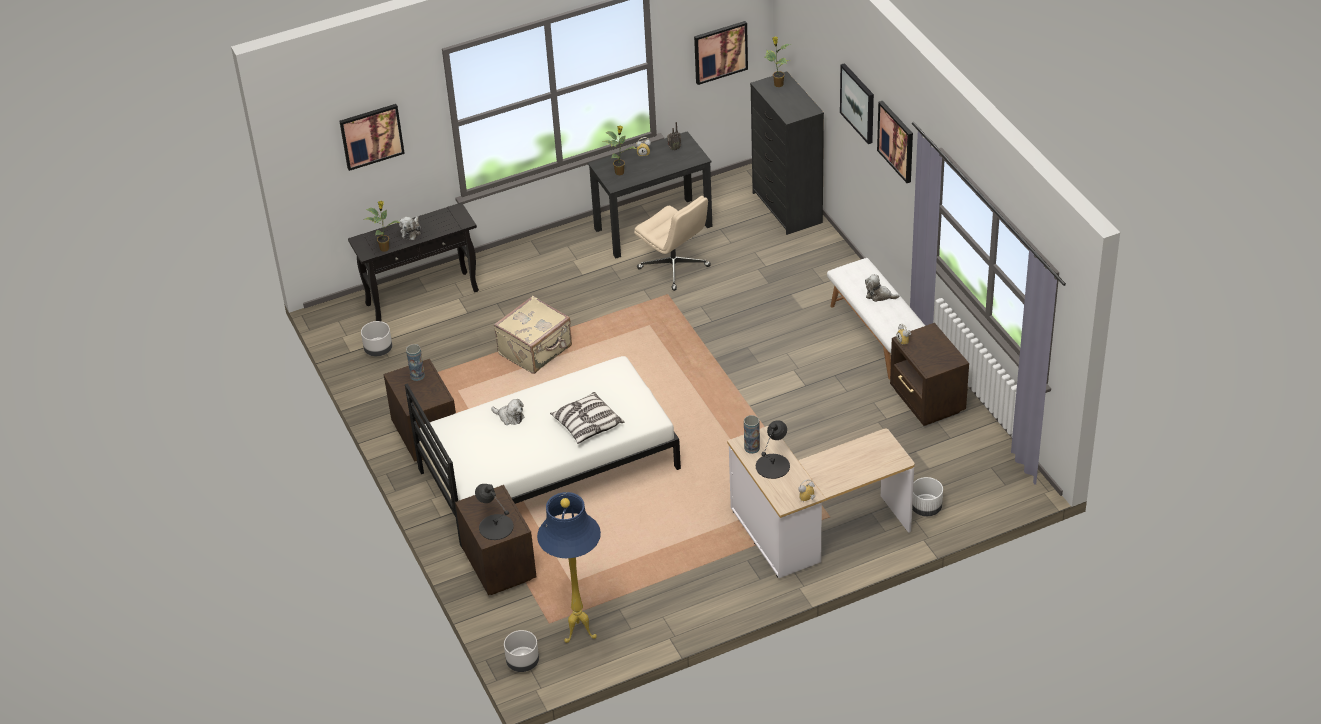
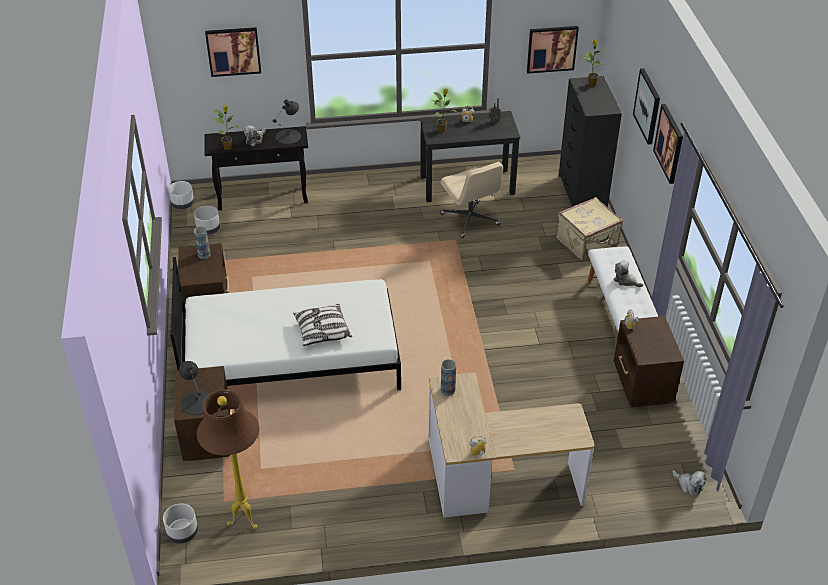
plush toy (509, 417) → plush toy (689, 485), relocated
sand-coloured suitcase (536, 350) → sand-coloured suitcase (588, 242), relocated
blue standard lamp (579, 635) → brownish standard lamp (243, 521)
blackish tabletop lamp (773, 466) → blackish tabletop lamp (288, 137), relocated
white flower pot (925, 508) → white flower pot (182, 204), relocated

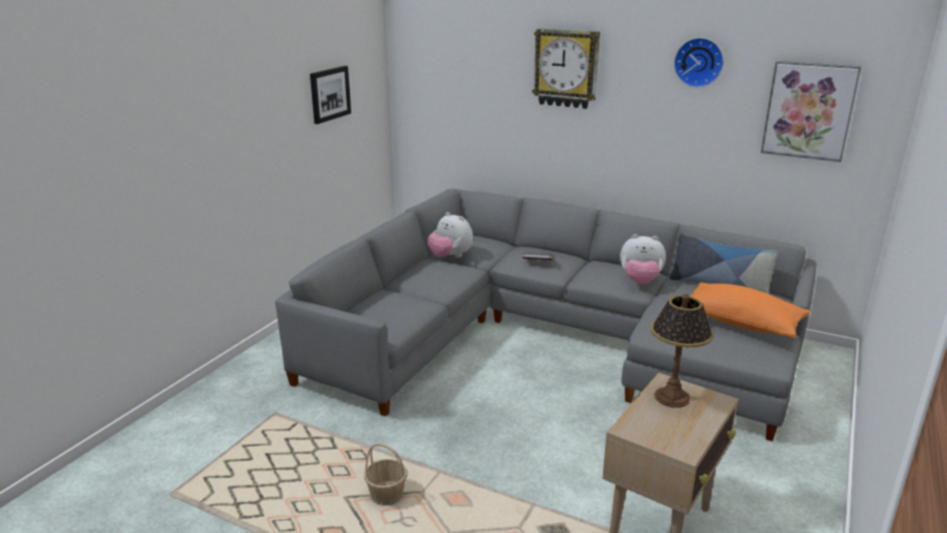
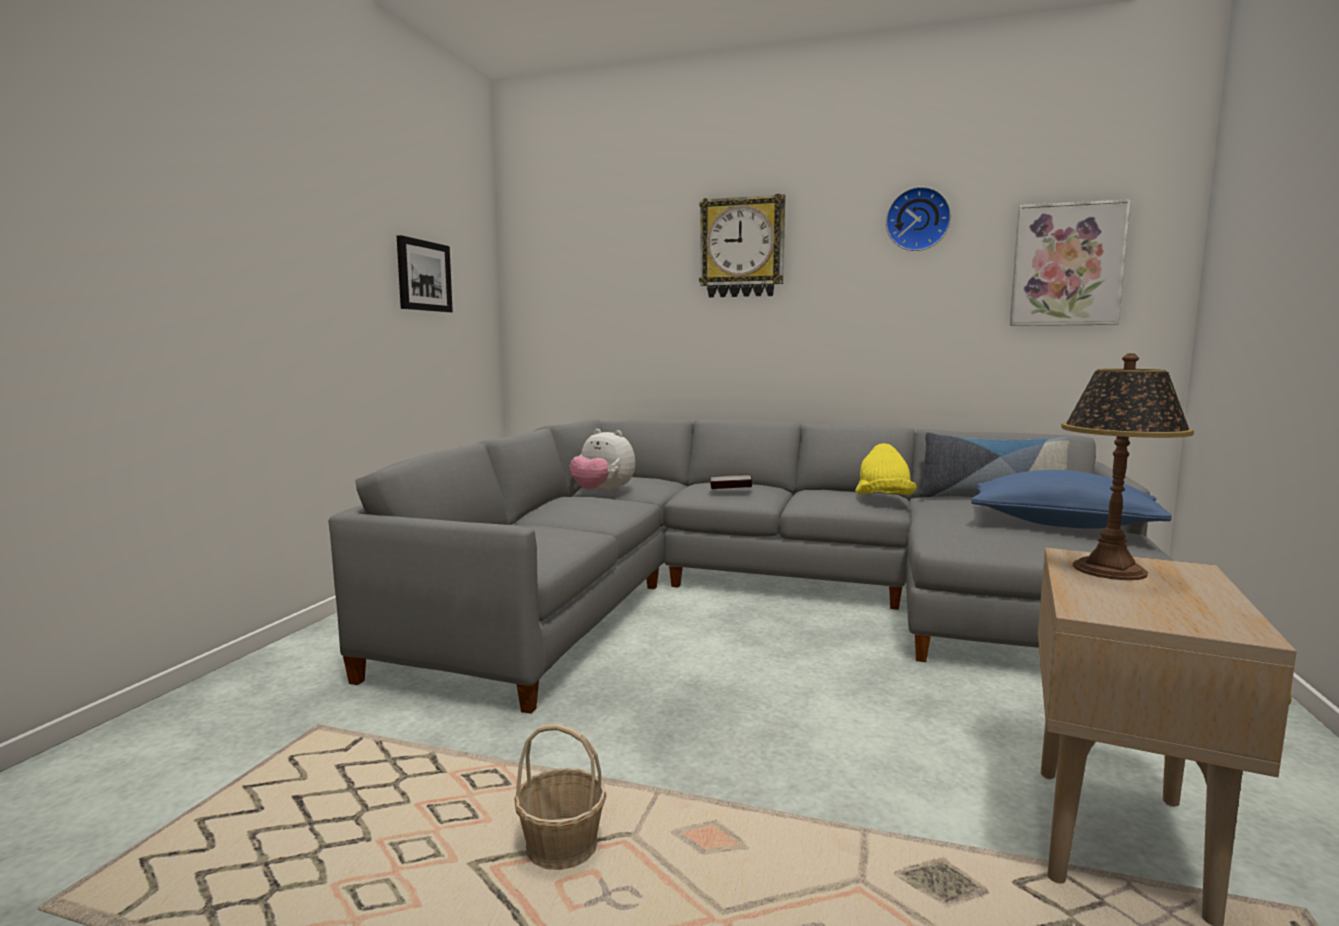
plush toy (640, 281) → yellow wearable hat (883, 500)
orangey throw pillow (741, 323) → blue throw pillow (1062, 524)

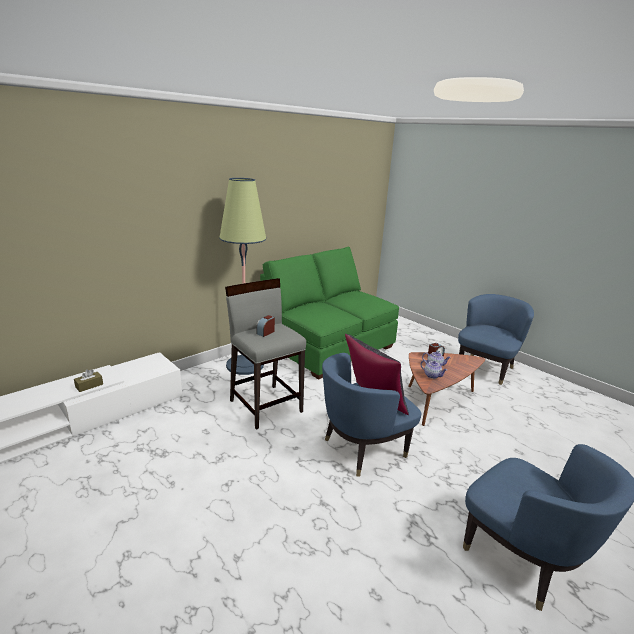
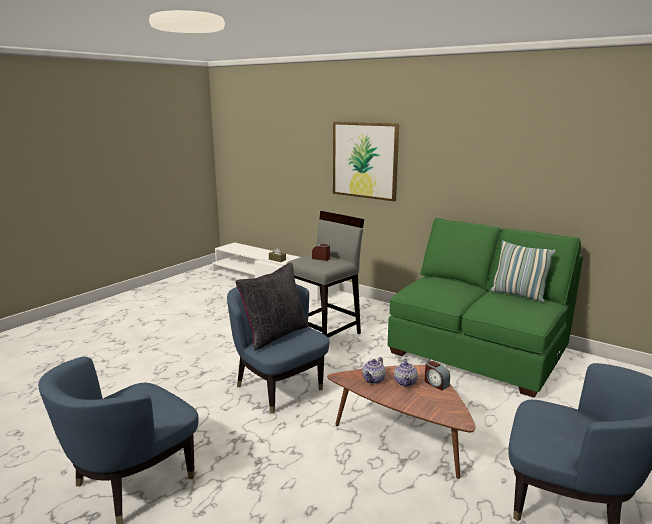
standard lamp (245, 365) → -
- → wall art (365, 160)
- → throw pillow (517, 295)

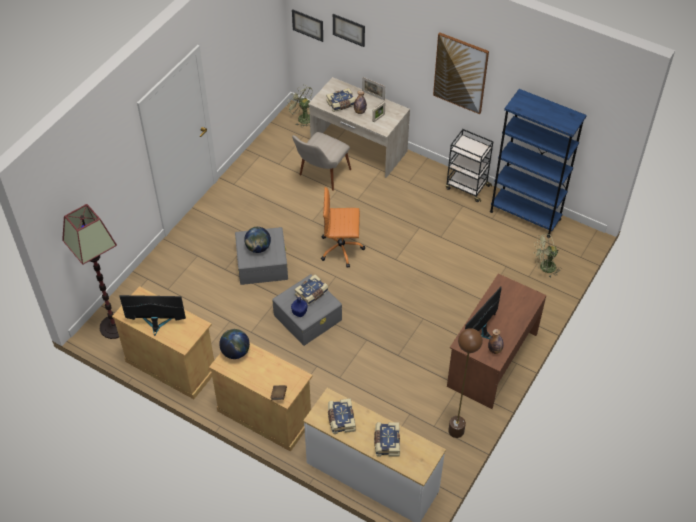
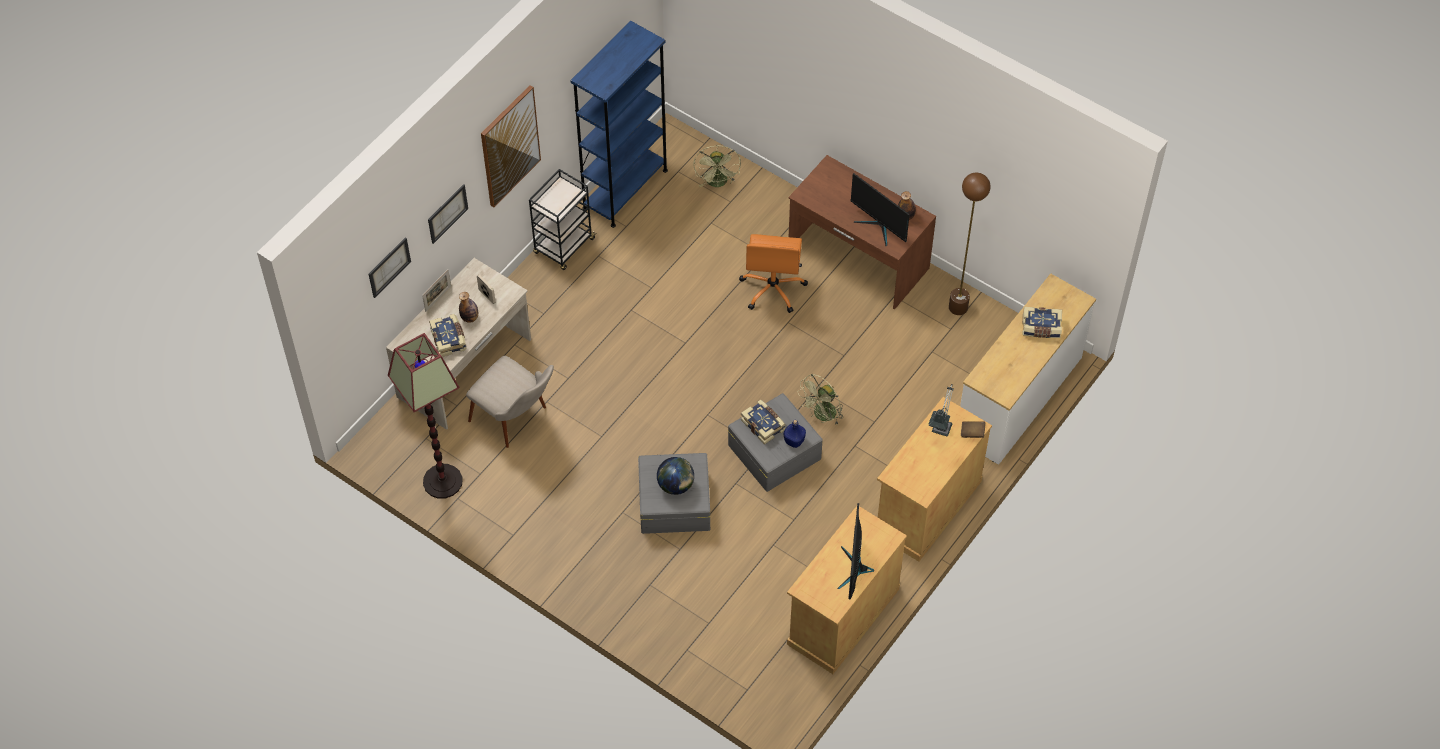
standard lamp (114, 327) → standard lamp (443, 481), relocated
world globe (235, 352) → -
green-coloured electric fan (302, 118) → green-coloured electric fan (822, 416), relocated
wall art (307, 25) → wall art (447, 213), relocated
orangey office chair (342, 249) → orangey office chair (773, 288), relocated
book (340, 419) → -
- → tabletop lamp (940, 432)

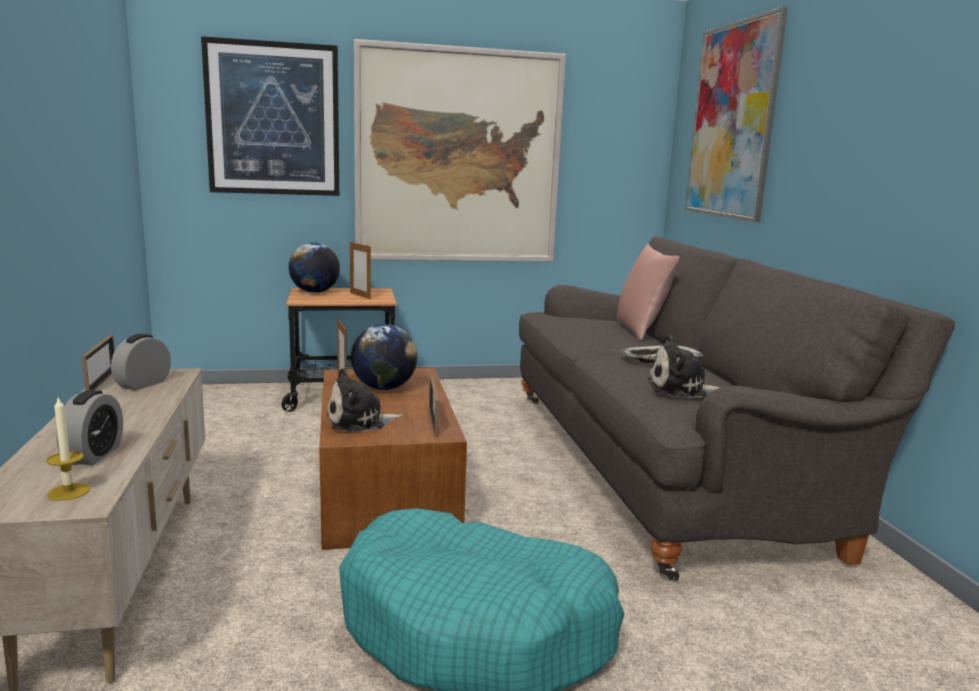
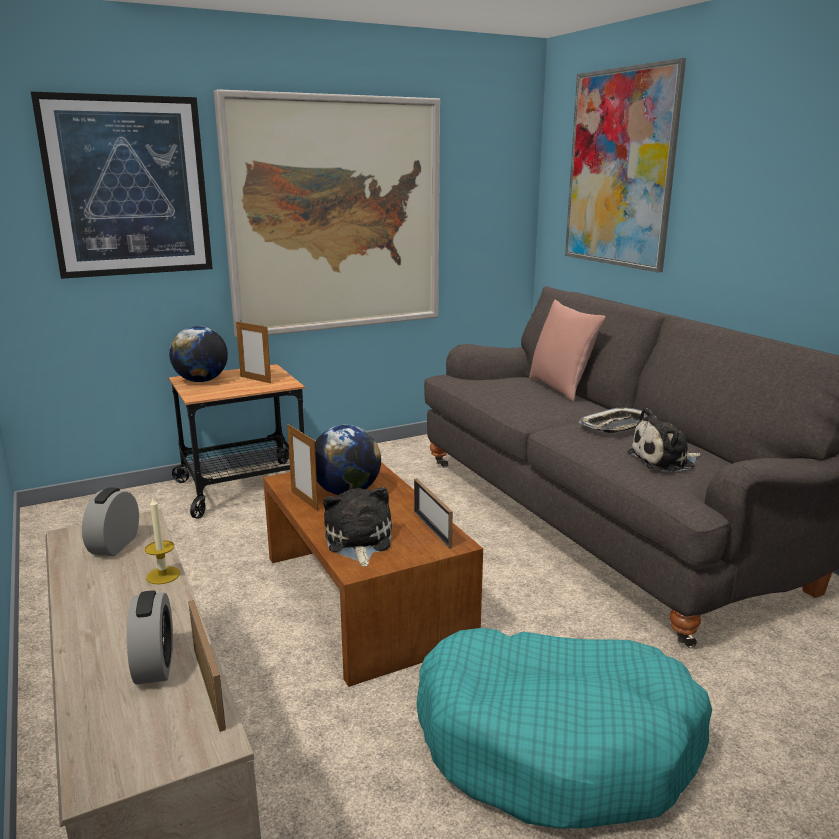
wax light (69, 492) → wax light (163, 575), relocated
photo frame (101, 382) → photo frame (208, 687), relocated
plush toy (359, 421) → plush toy (358, 542), 120 degrees clockwise

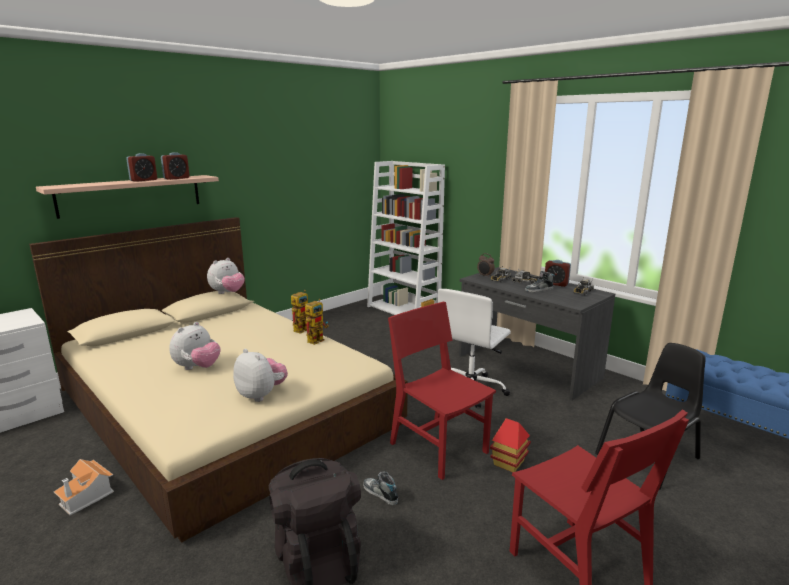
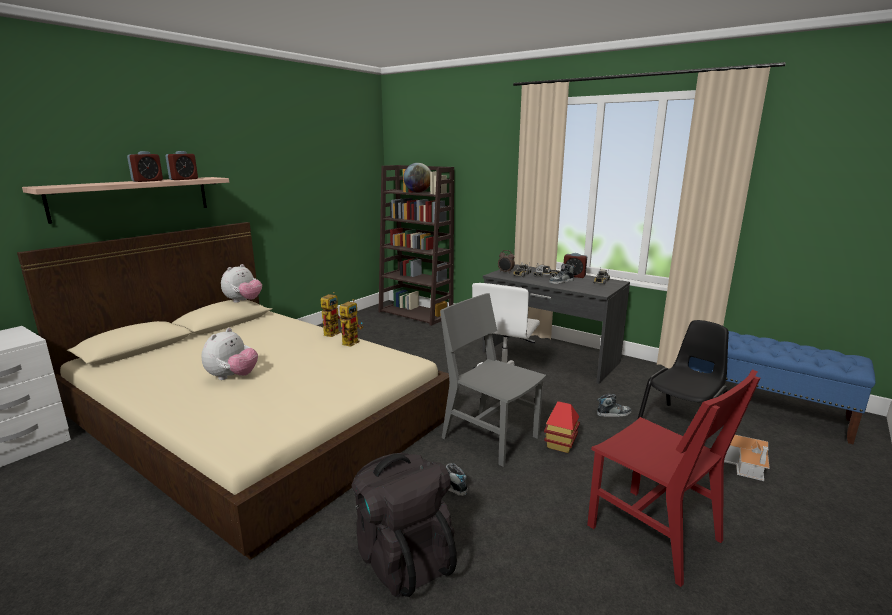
toy house (87, 496) → toy house (745, 465), relocated
plush toy (261, 395) → -
white bookcase (404, 310) → brownish bookcase (416, 314)
red chair (438, 447) → greyish chair (490, 437)
- → world globe (418, 192)
- → shoe (613, 413)

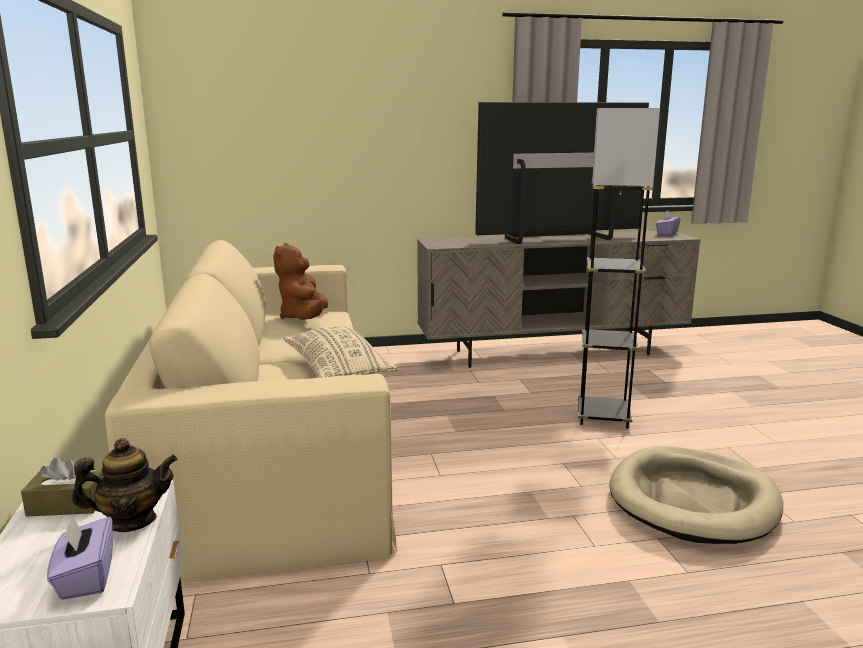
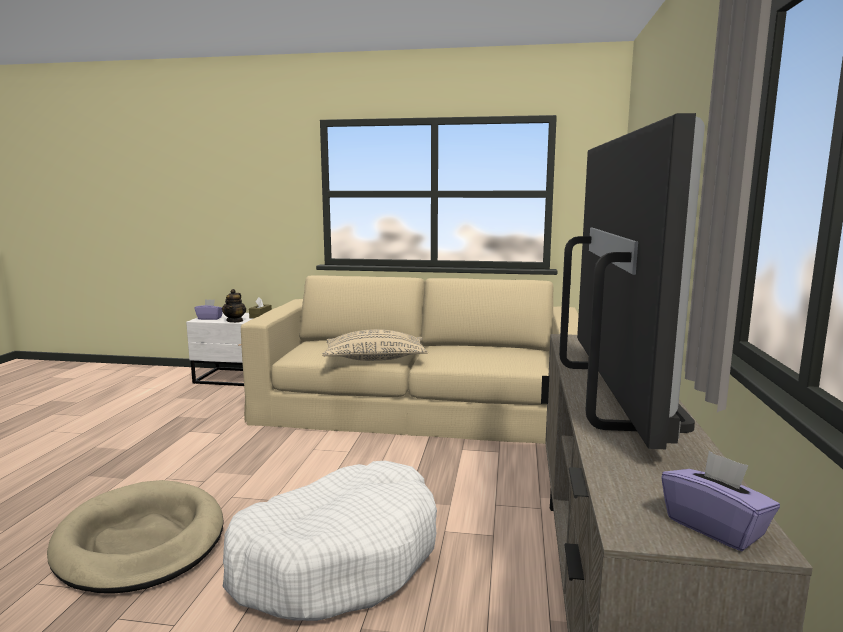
brownish plush toy (304, 318) → -
greyish standard lamp (603, 417) → white pet bed (338, 558)

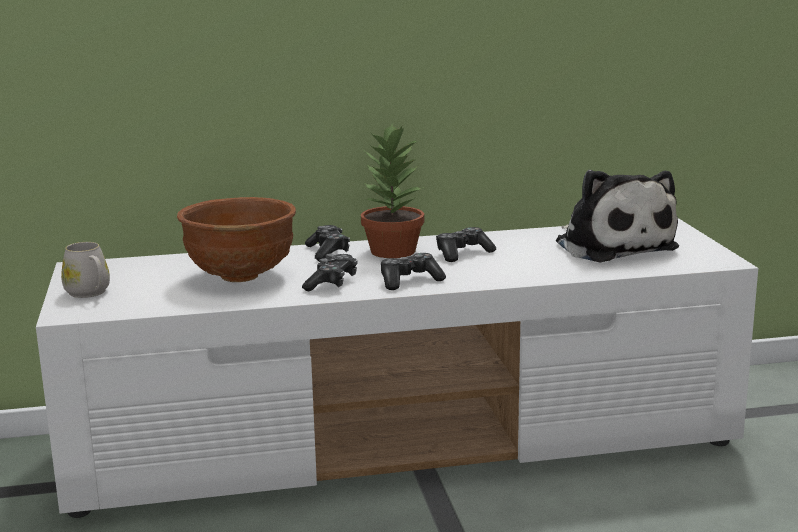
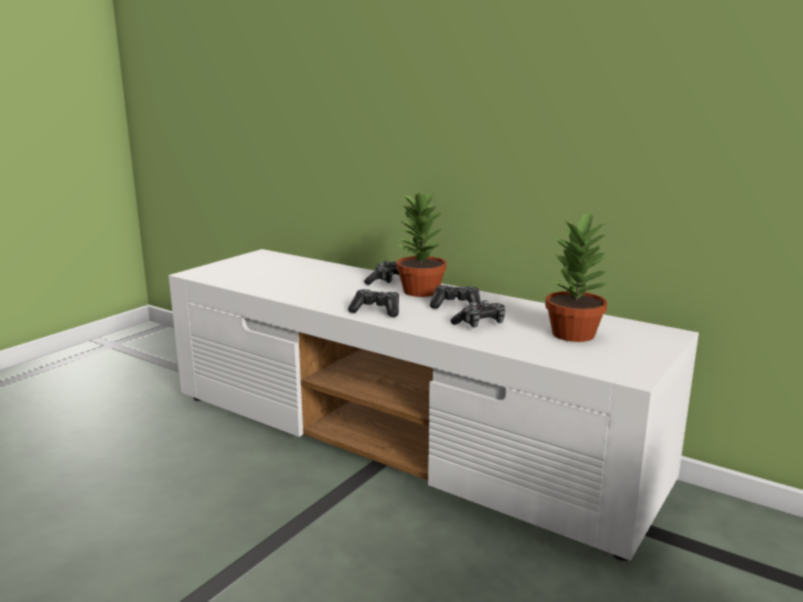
white mug (90, 293) → -
brownish serving bowl (242, 276) → -
game controller (332, 283) → game controller (480, 324), relocated
plush toy (612, 246) → plant in a pot (574, 334)

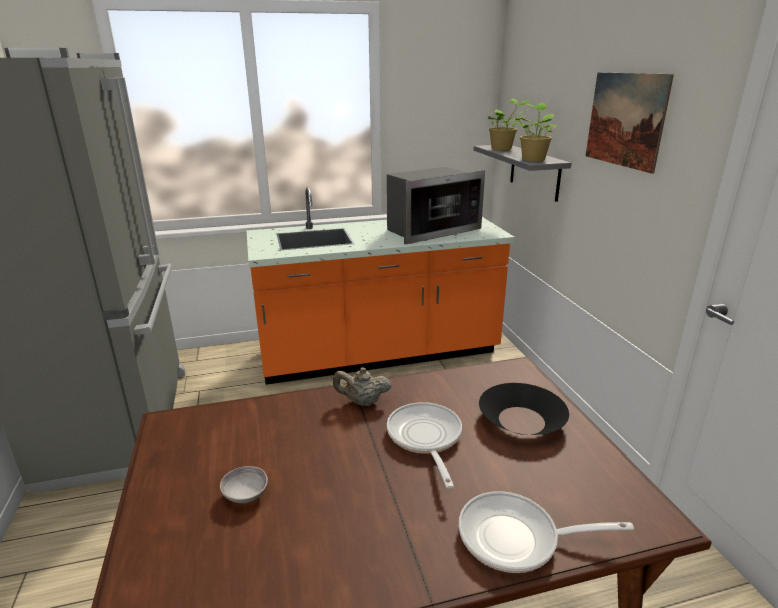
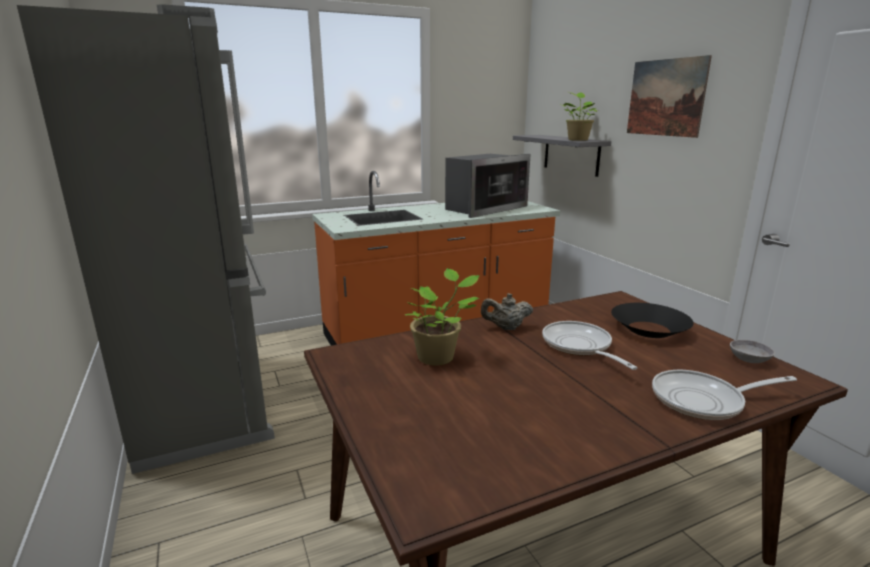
greyish serving bowl (246, 494) → greyish serving bowl (749, 360), relocated
plant in a pot (503, 149) → plant in a pot (438, 357), relocated

